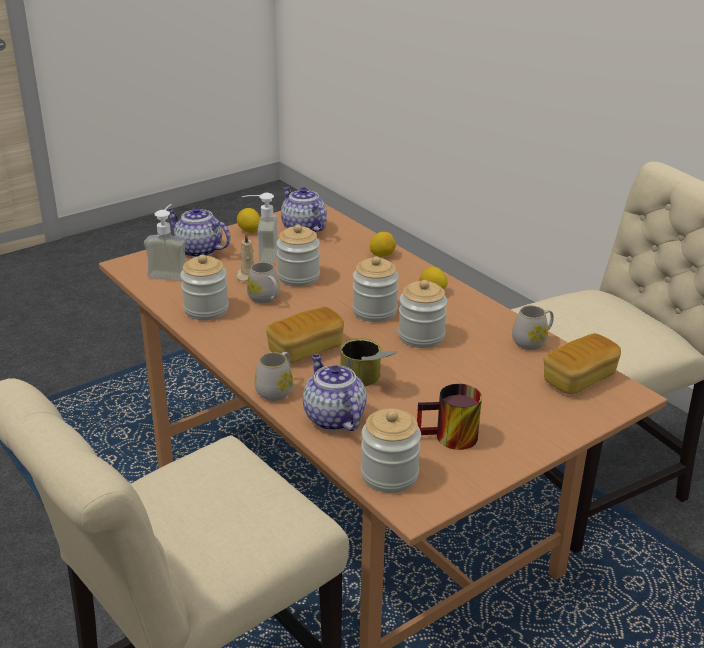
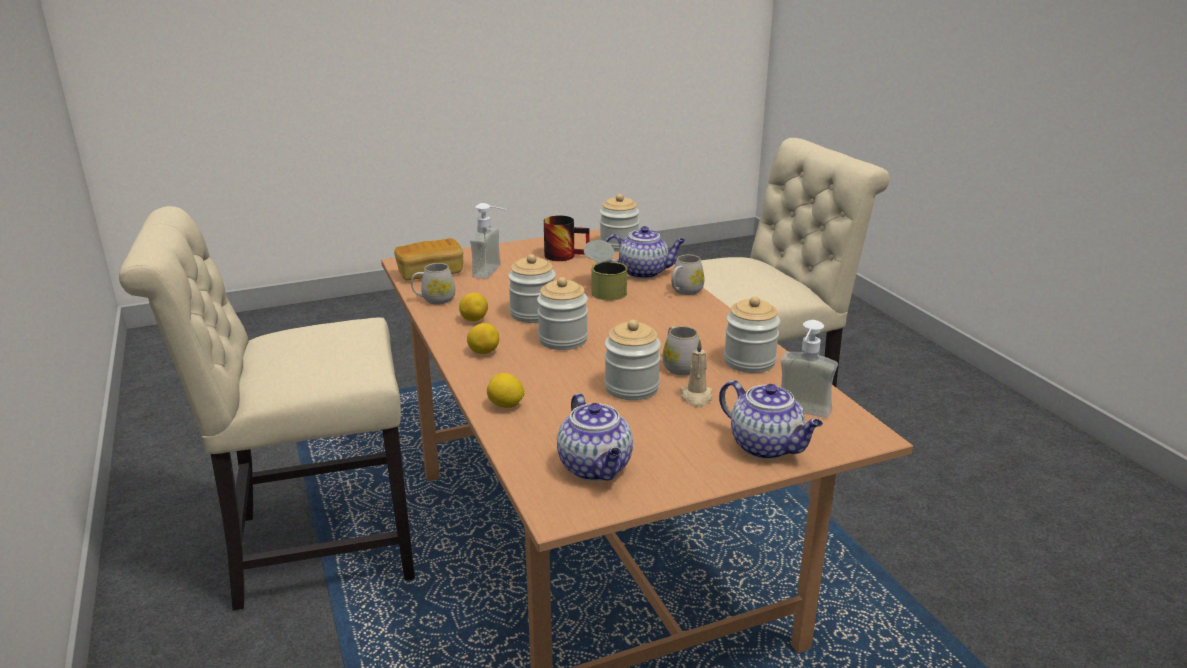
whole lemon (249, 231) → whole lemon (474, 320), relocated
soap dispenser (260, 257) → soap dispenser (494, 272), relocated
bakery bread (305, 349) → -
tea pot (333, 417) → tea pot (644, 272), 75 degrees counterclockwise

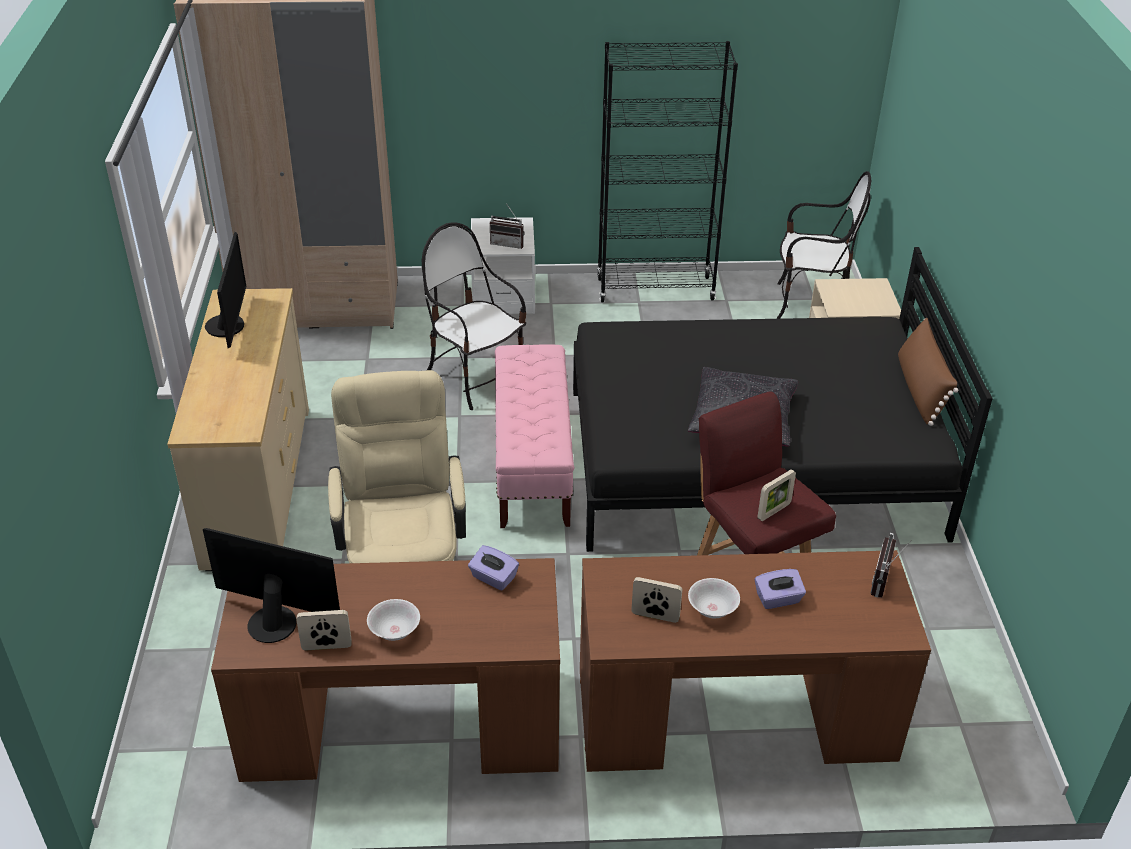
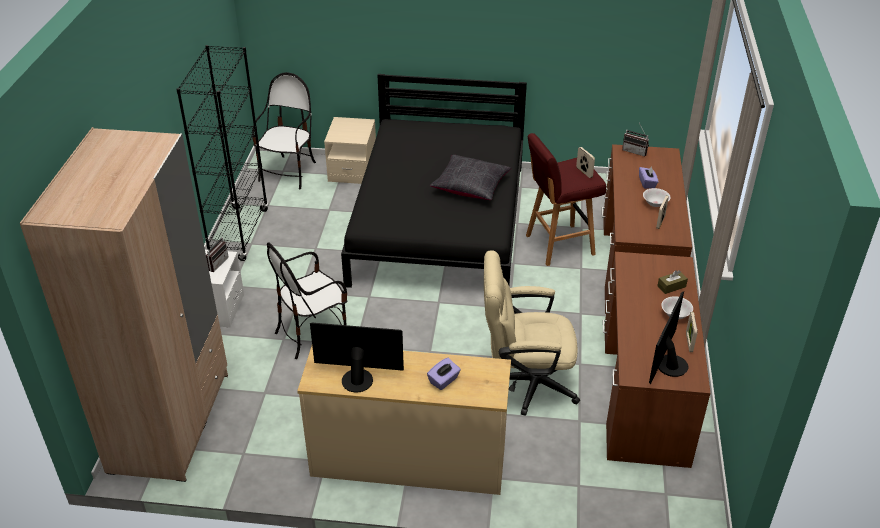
purple box of tissues (493, 578) → purple box of tissues (444, 381), relocated
pink indoor bench (532, 466) → -
brownish throw pillow (920, 389) → -
- → brownish box of tissues (671, 286)

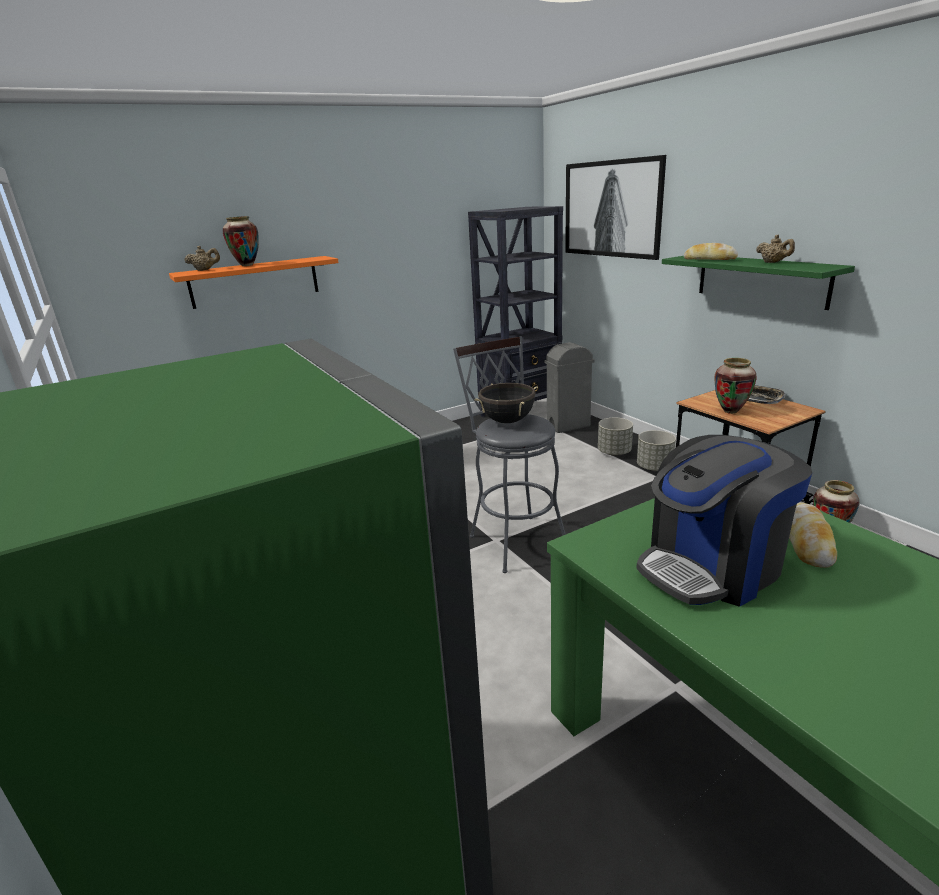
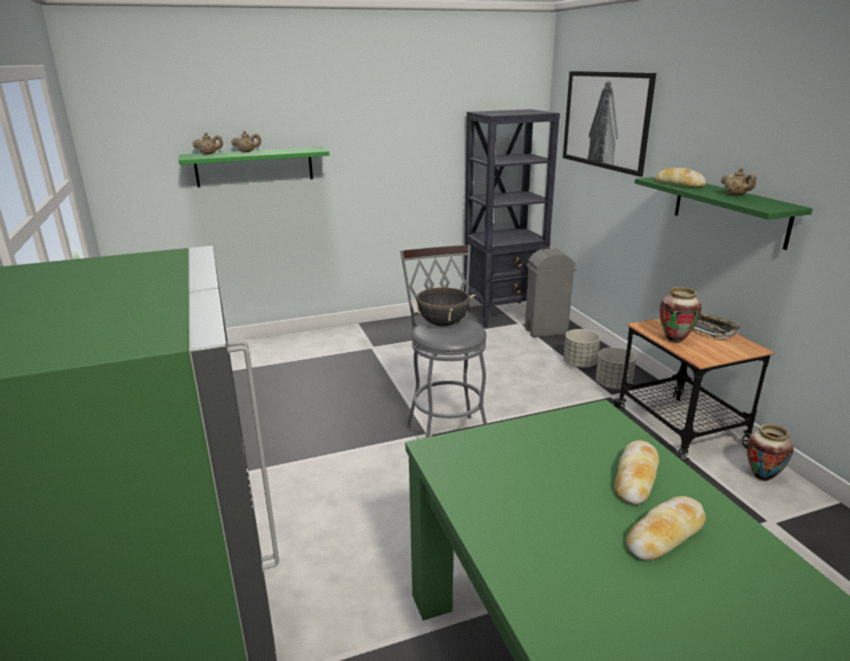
orangey bracket shelf (255, 282) → green-coloured bracket shelf (254, 166)
decorative vase (247, 265) → sand-coloured tea pot (247, 152)
coffee machine (712, 566) → -
- → bakery bread (665, 535)

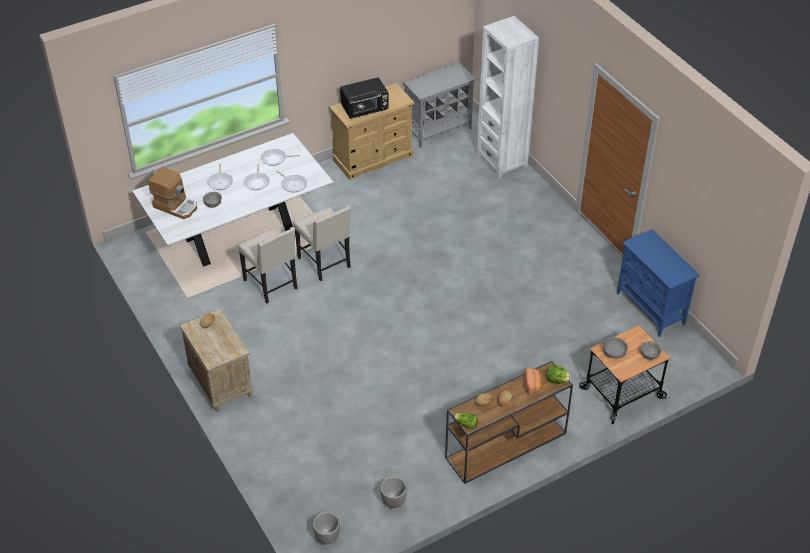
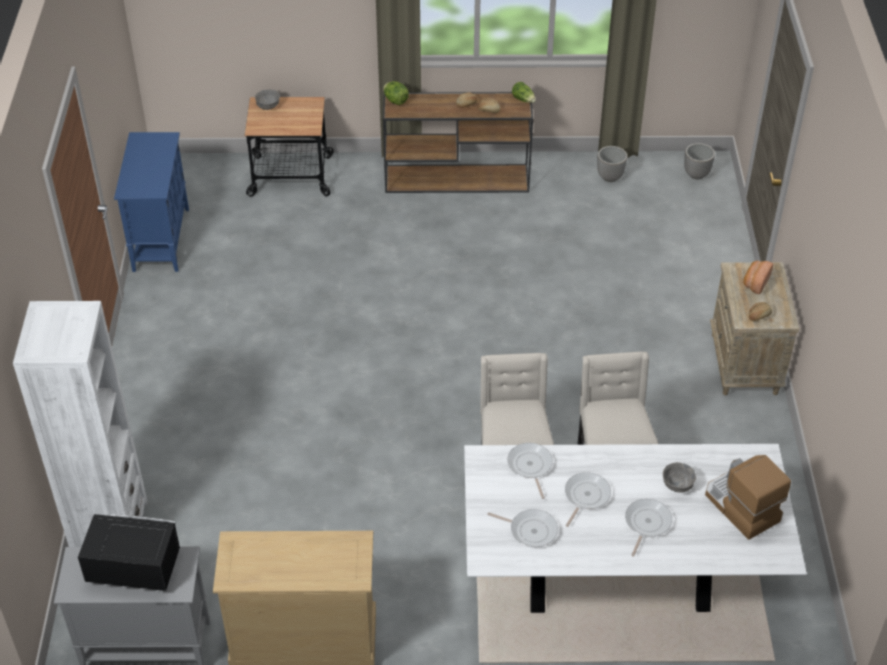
blackish microwave oven (365, 109) → blackish microwave oven (133, 568), relocated
bakery bread (533, 385) → bakery bread (755, 282), relocated
greyish serving bowl (613, 353) → -

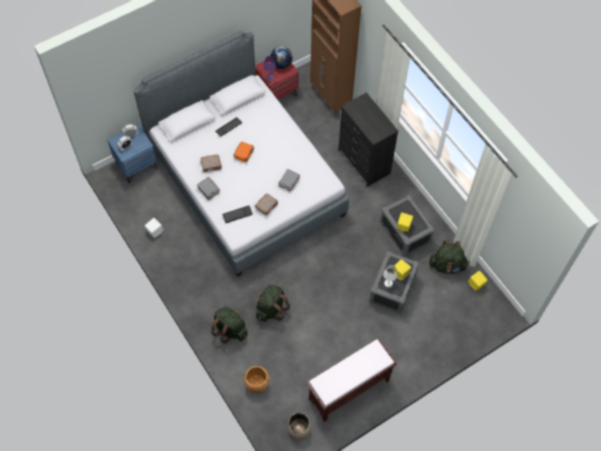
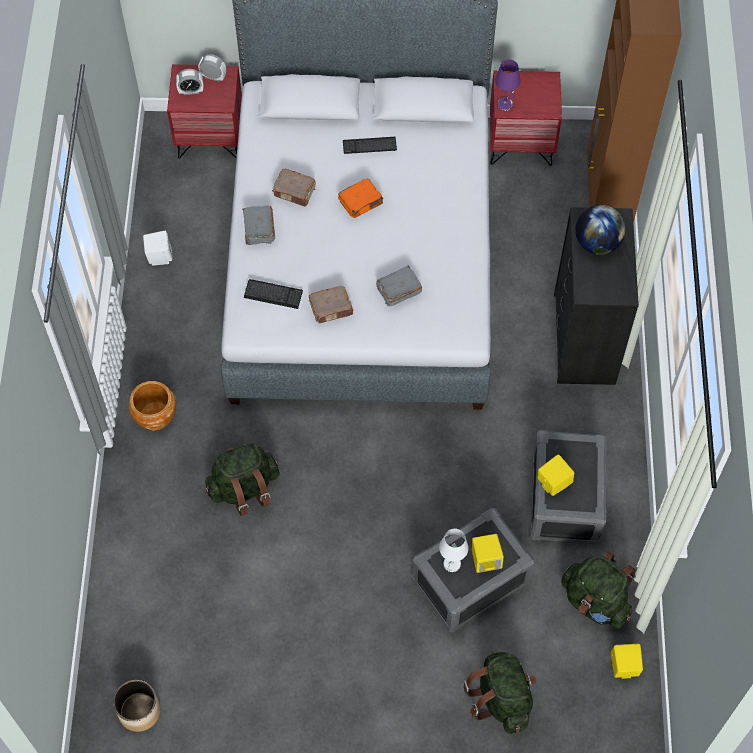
blue bedside table (136, 165) → red bedside table (210, 137)
green-coloured backpack (230, 329) → green-coloured backpack (501, 699), relocated
brownish flower pot (257, 383) → brownish flower pot (155, 416), relocated
world globe (281, 64) → world globe (597, 243), relocated
brownish indoor bench (348, 390) → -

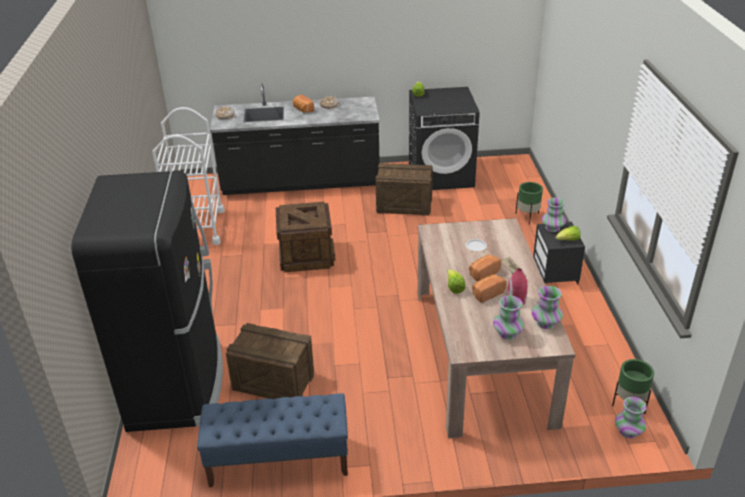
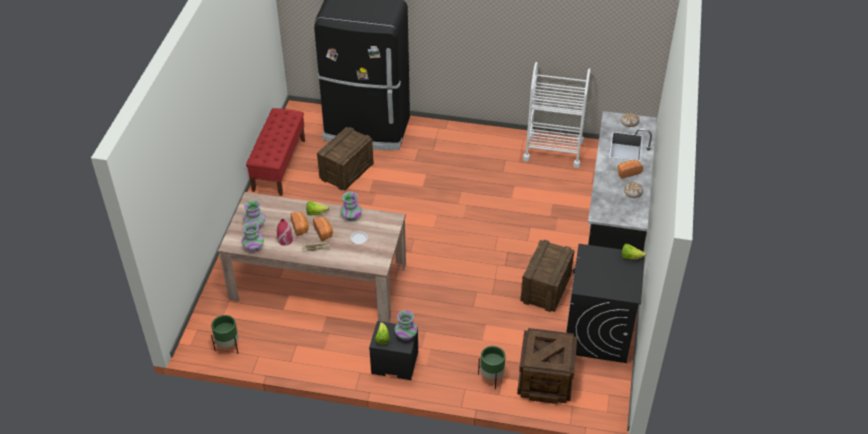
blue indoor bench (278, 461) → red indoor bench (279, 165)
packing crate (307, 256) → packing crate (545, 381), relocated
decorative vase (628, 431) → decorative vase (351, 216), relocated

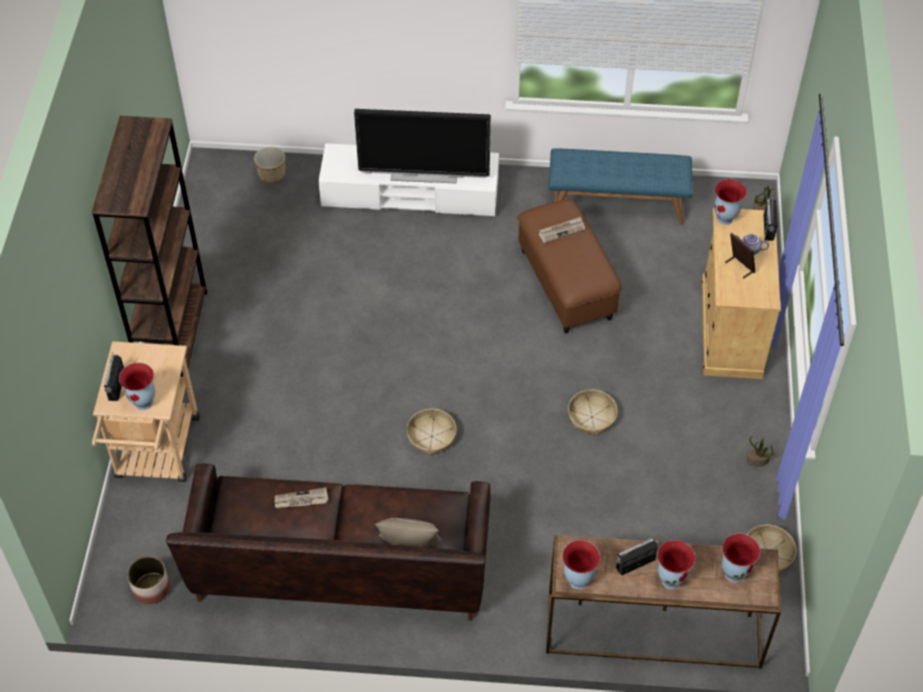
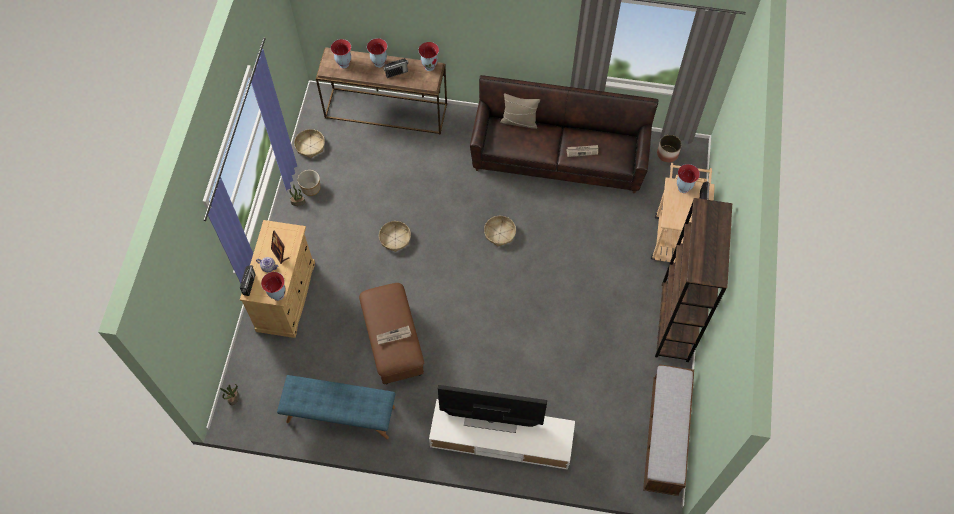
flower pot (272, 175) → flower pot (311, 188), relocated
- → indoor bench (664, 436)

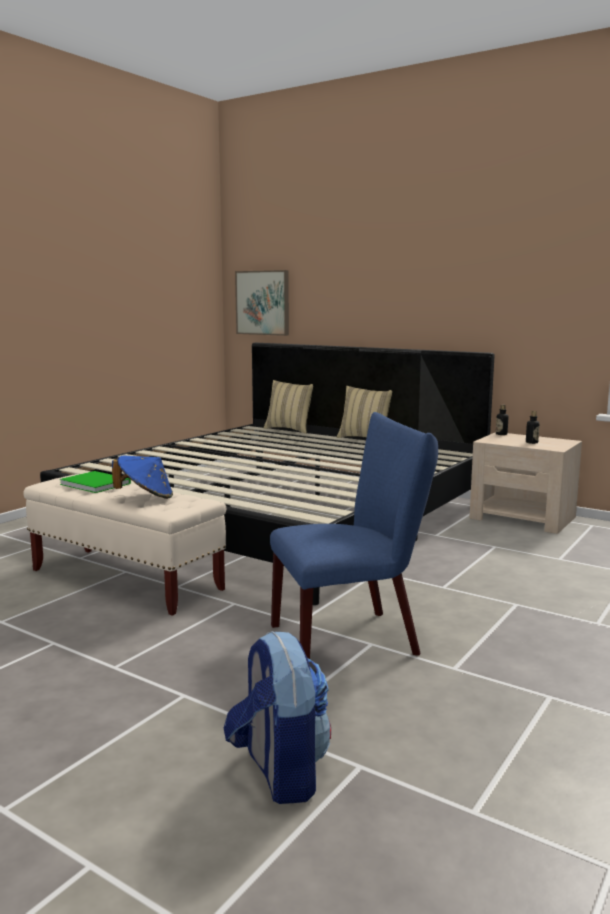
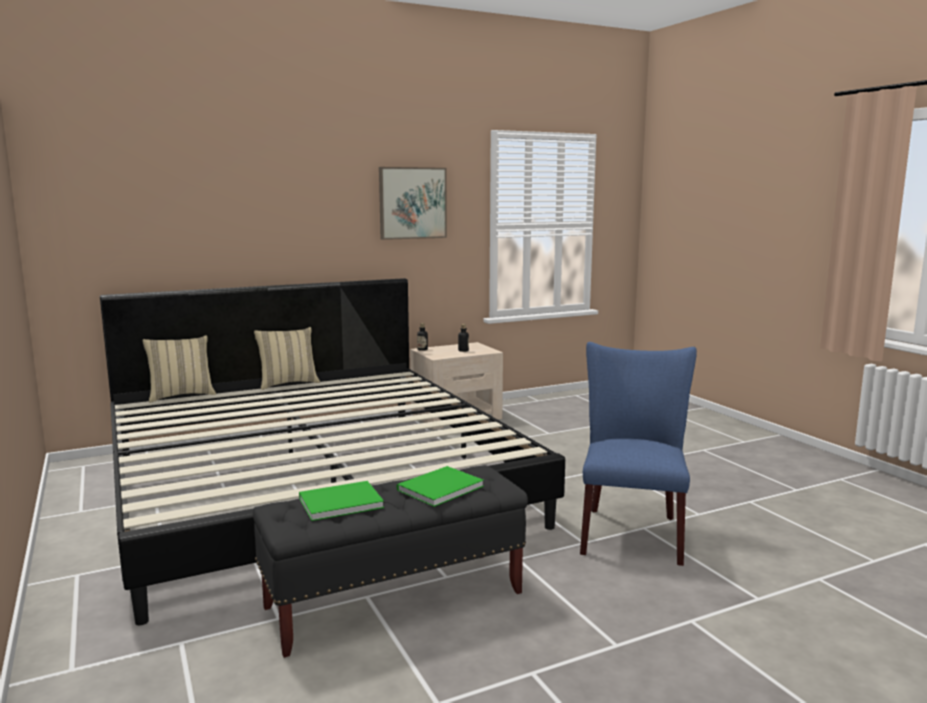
sand-coloured indoor bench (126, 580) → blackish indoor bench (395, 601)
blue wearable hat (145, 497) → green-coloured book (437, 488)
backpack (279, 772) → -
wall art (263, 303) → wall art (412, 203), relocated

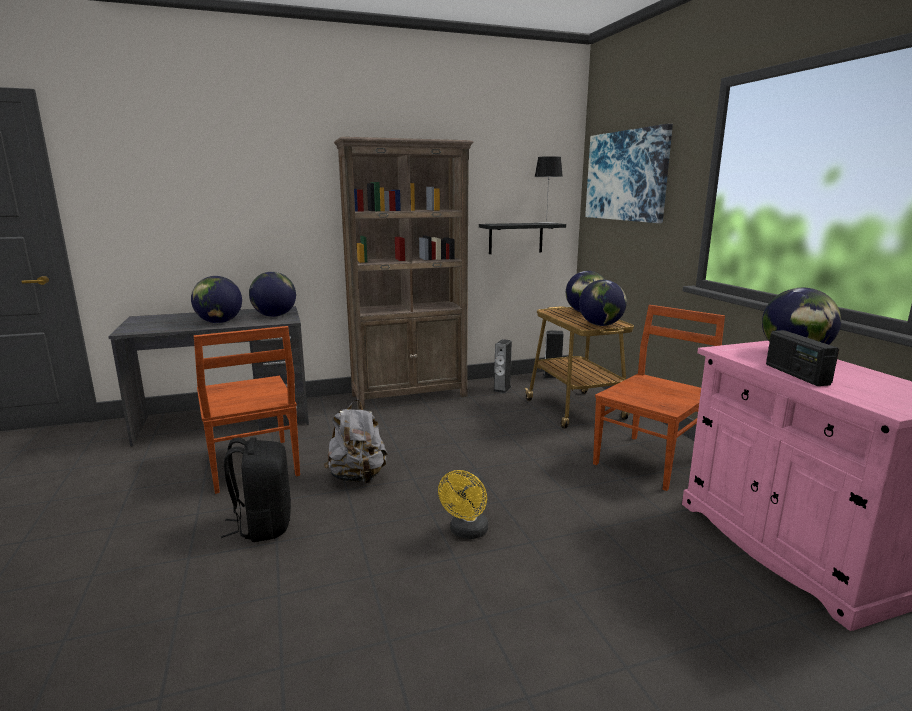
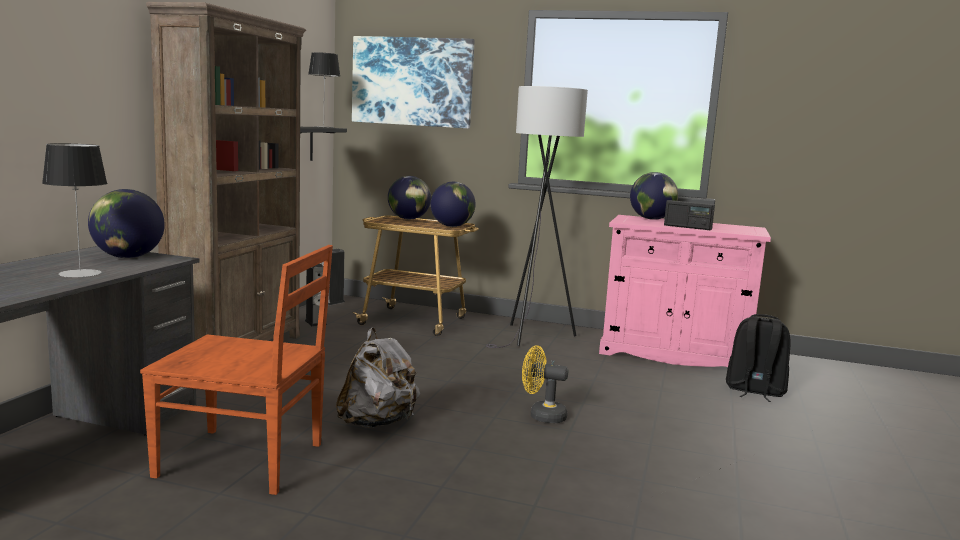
world globe (219, 322) → tabletop lamp (80, 273)
blackish backpack (263, 525) → blackish backpack (754, 391), relocated
yellow electric fan (466, 532) → yellow electric fan (541, 416), 135 degrees clockwise
brownish chair (650, 460) → greyish standard lamp (533, 337)

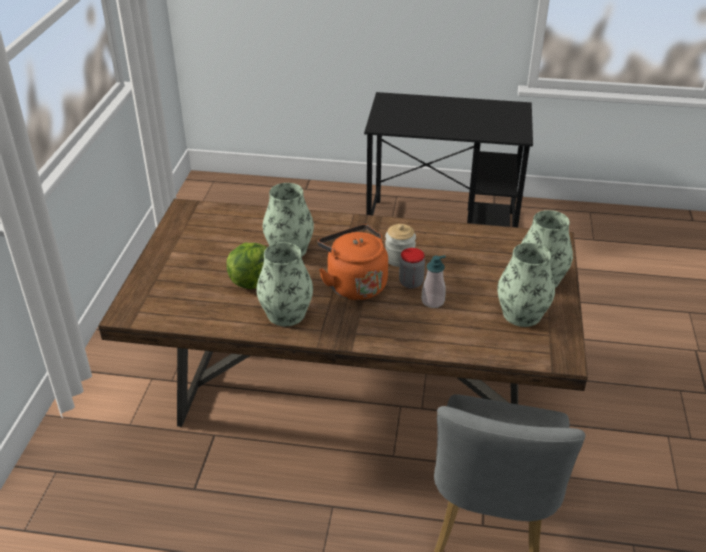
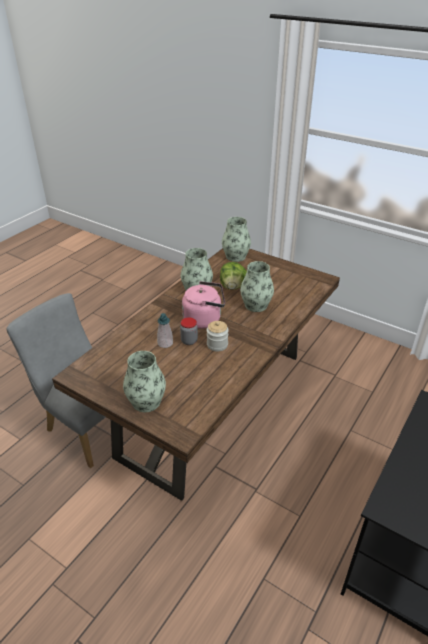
orangey water kettle (354, 284) → pink water kettle (204, 319)
decorative vase (522, 314) → decorative vase (235, 256), relocated

